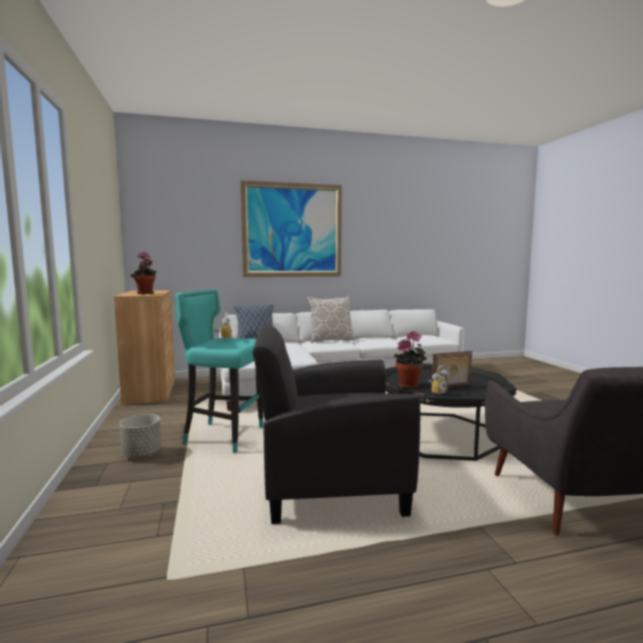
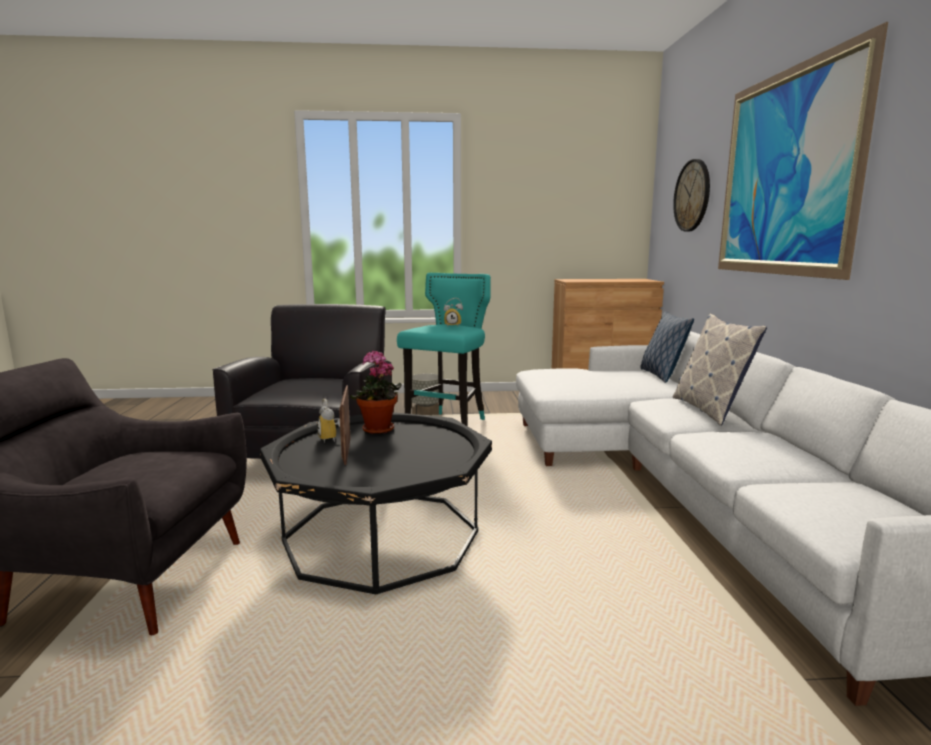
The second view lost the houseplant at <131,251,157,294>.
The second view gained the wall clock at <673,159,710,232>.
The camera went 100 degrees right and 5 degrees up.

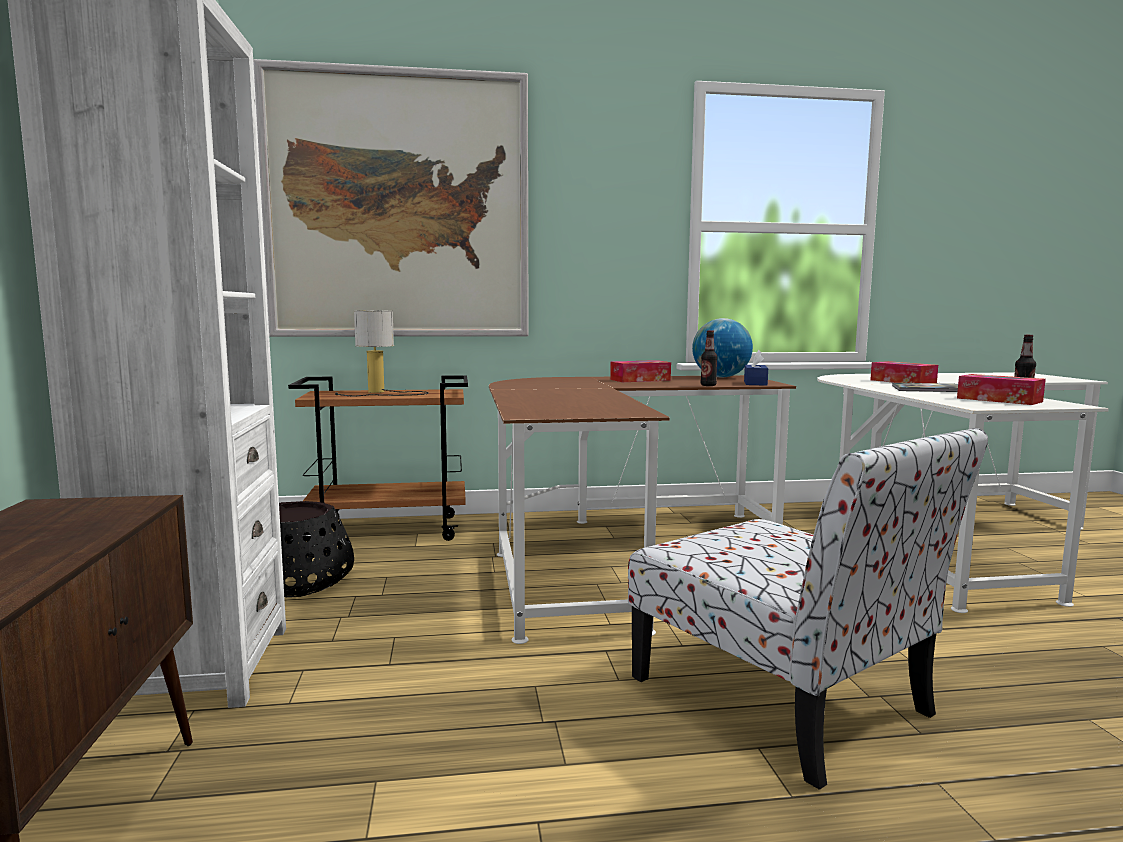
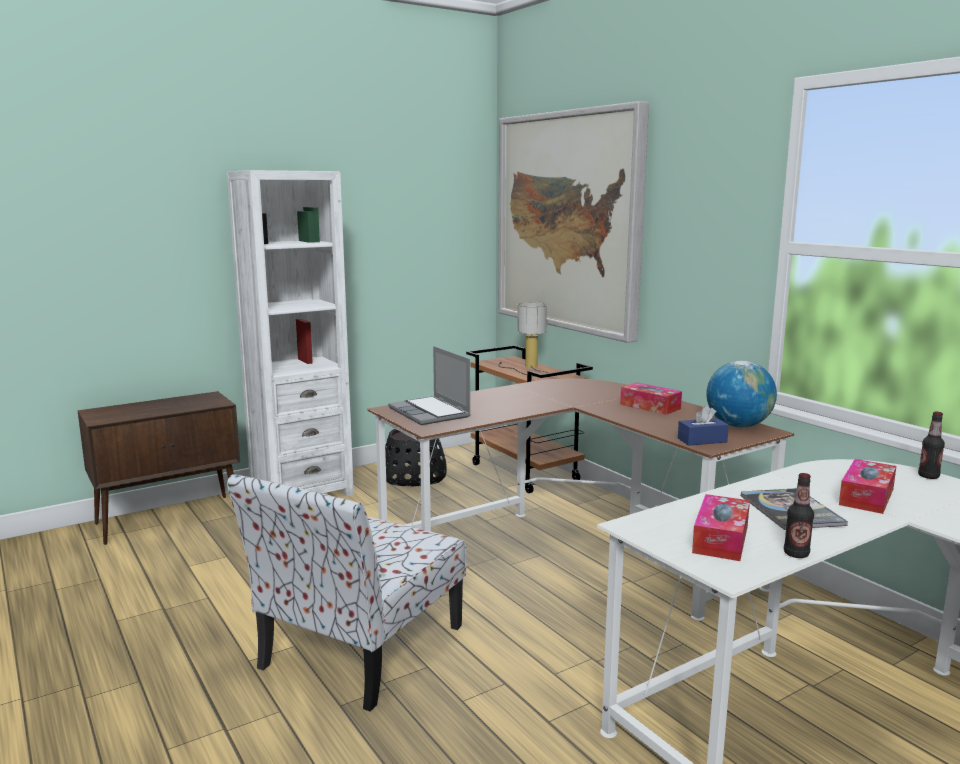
The bottle ended up elsewhere, having gone from <700,330,718,386> to <918,412,945,479>.
The second view gained the portable computer at <388,346,471,425>.
The camera went 65 degrees right and 5 degrees up.

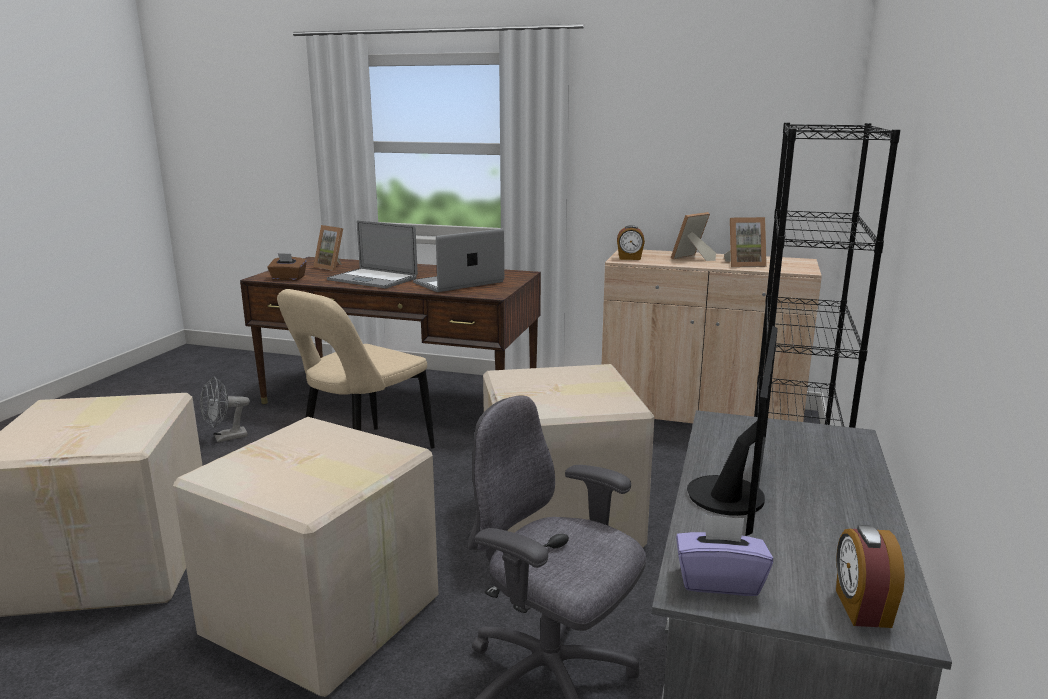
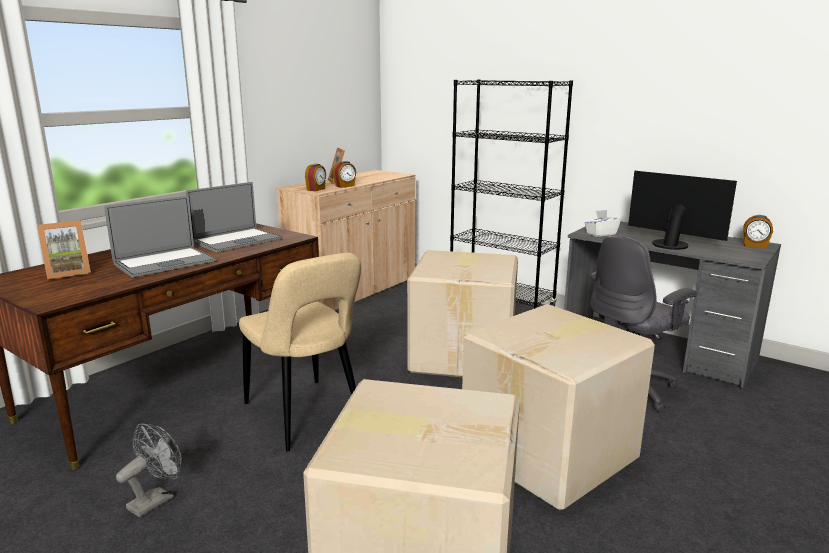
The grey cooling fan at <200,377,250,442> ended up facing another way, 135 degrees counterclockwise from before.
The second view lost the brown box of tissues at <267,253,307,280>.
The portable computer at <413,229,504,292> ended up facing another way, 120 degrees counterclockwise from before.
The second view lost the purple-coloured box of tissues at <676,514,773,596>.
The second view lost the photo frame at <724,217,767,268>.
The second view gained the alarm clock at <333,161,356,188>.
The second view gained the white-coloured box of tissues at <584,210,621,237>.
The camera went 70 degrees left and 0 degrees up.

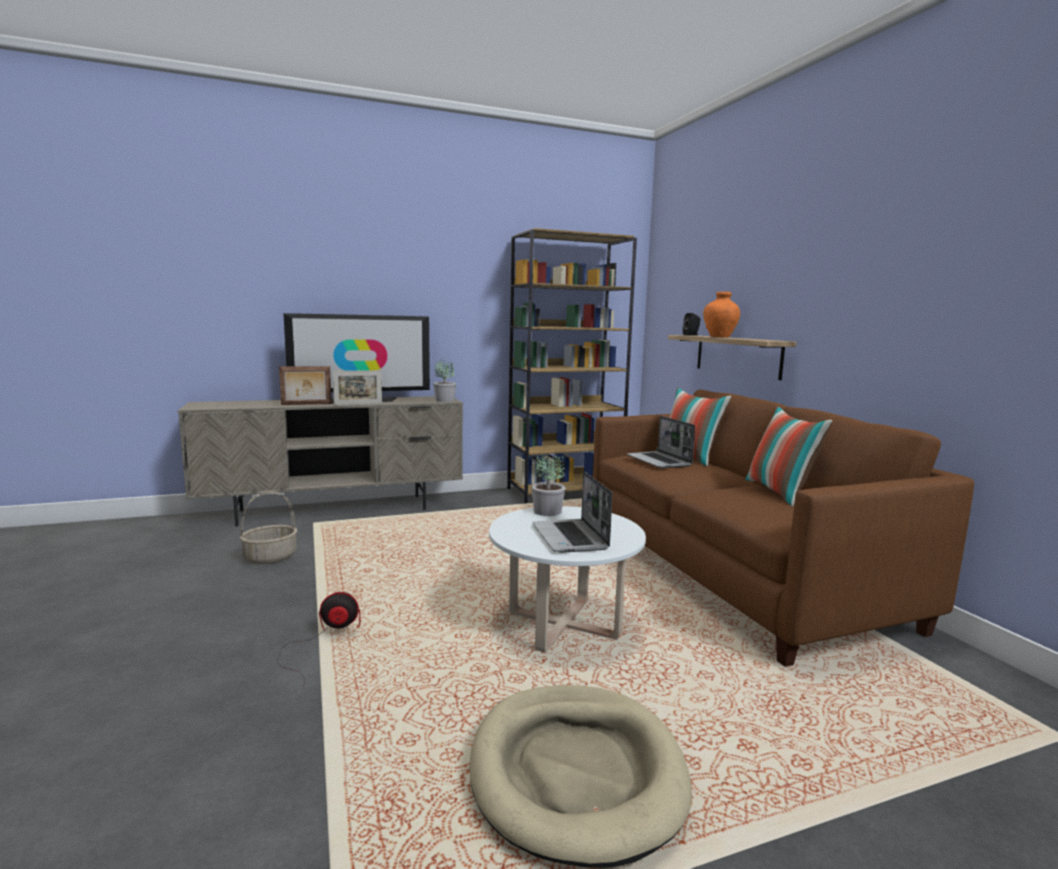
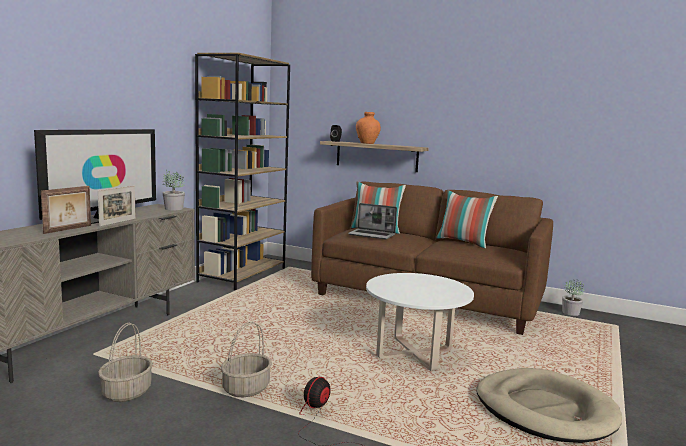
The houseplant ended up elsewhere, having gone from <531,454,565,516> to <562,280,584,316>.
The second view lost the portable computer at <532,471,612,553>.
The second view gained the household basket at <221,322,272,397>.
The camera went 45 degrees left and 0 degrees up.

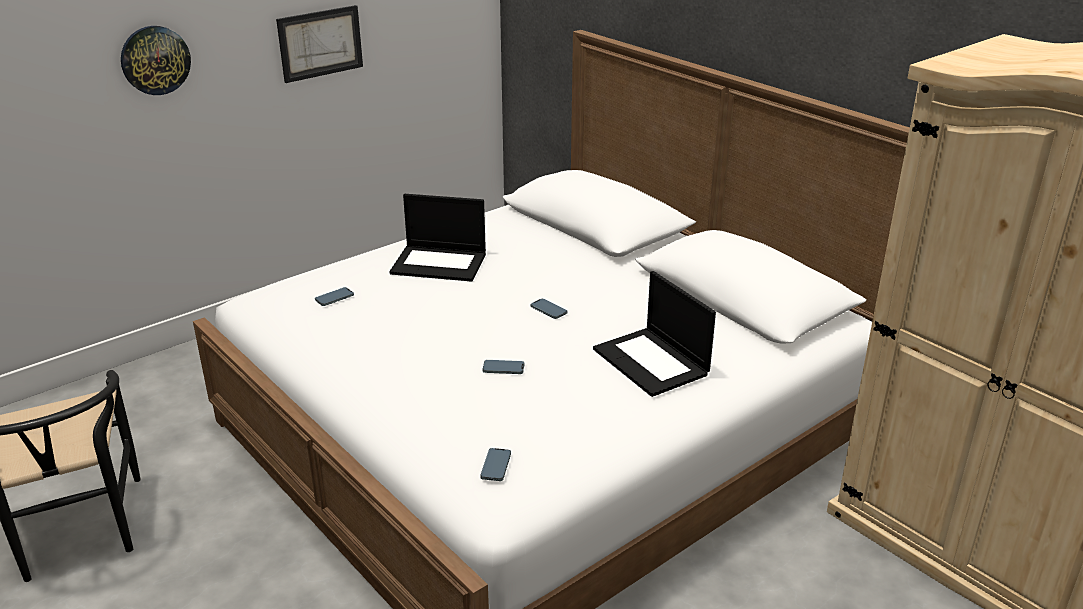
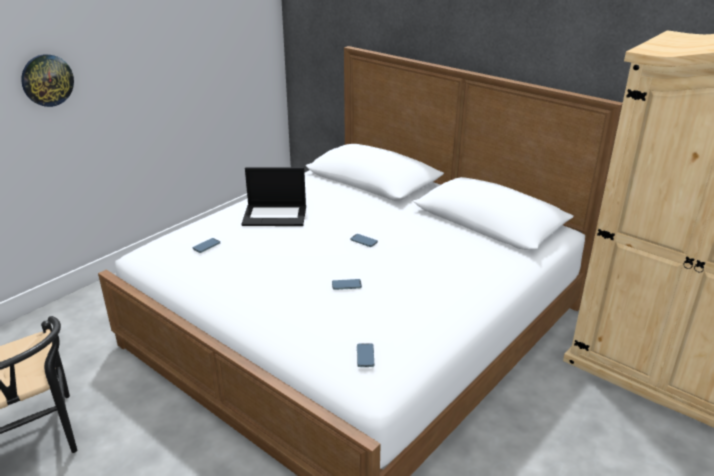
The second view lost the picture at <276,5,363,83>.
The second view lost the portable computer at <593,271,716,397>.
The camera went 10 degrees left and 0 degrees up.

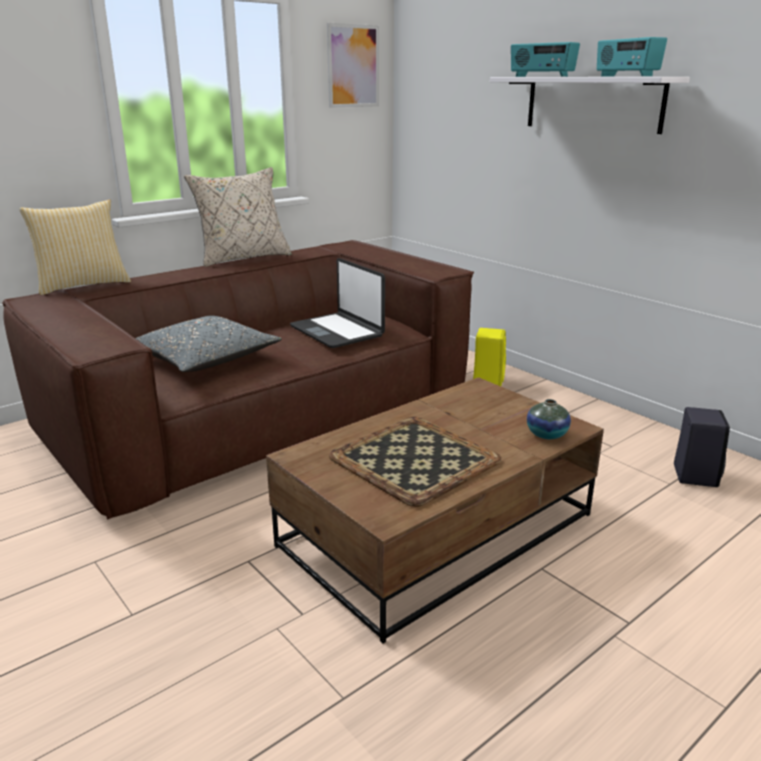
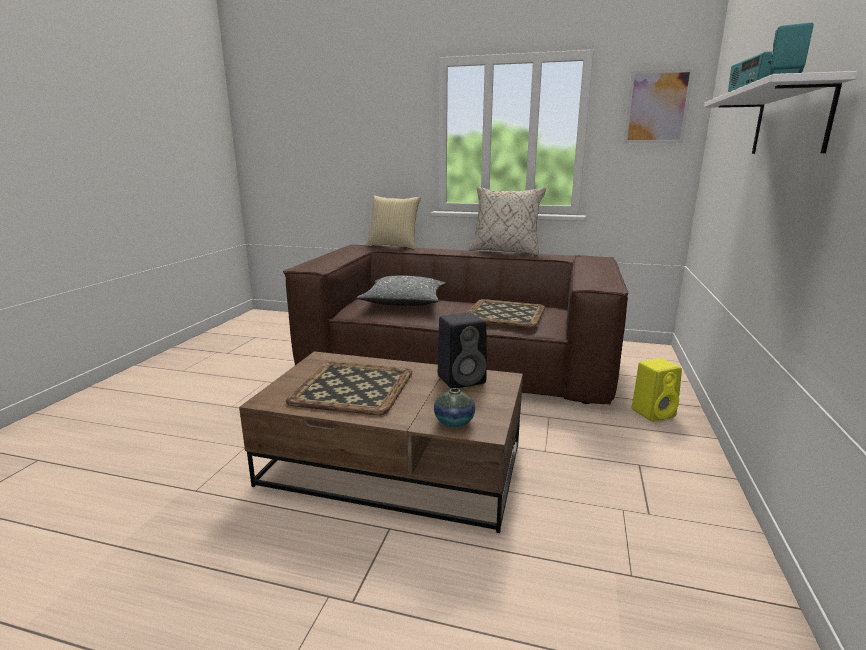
Where the portable computer stood at <290,258,385,348>, the tray came to stand at <466,299,545,328>.
The black loudspeaker ended up elsewhere, having gone from <674,407,730,487> to <438,312,487,388>.
The camera went 55 degrees right and 5 degrees down.

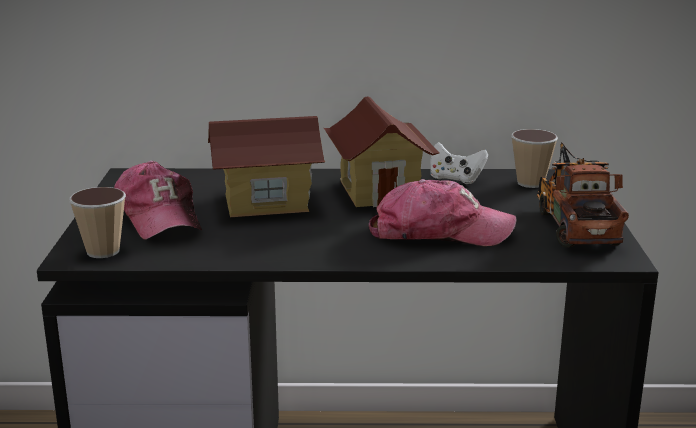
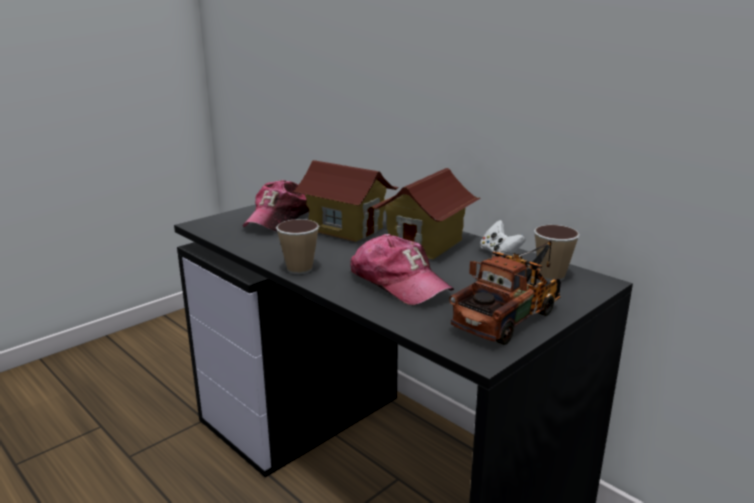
The drinking cup ended up elsewhere, having gone from <69,187,126,258> to <276,219,319,274>.
The camera went 45 degrees right and 0 degrees up.

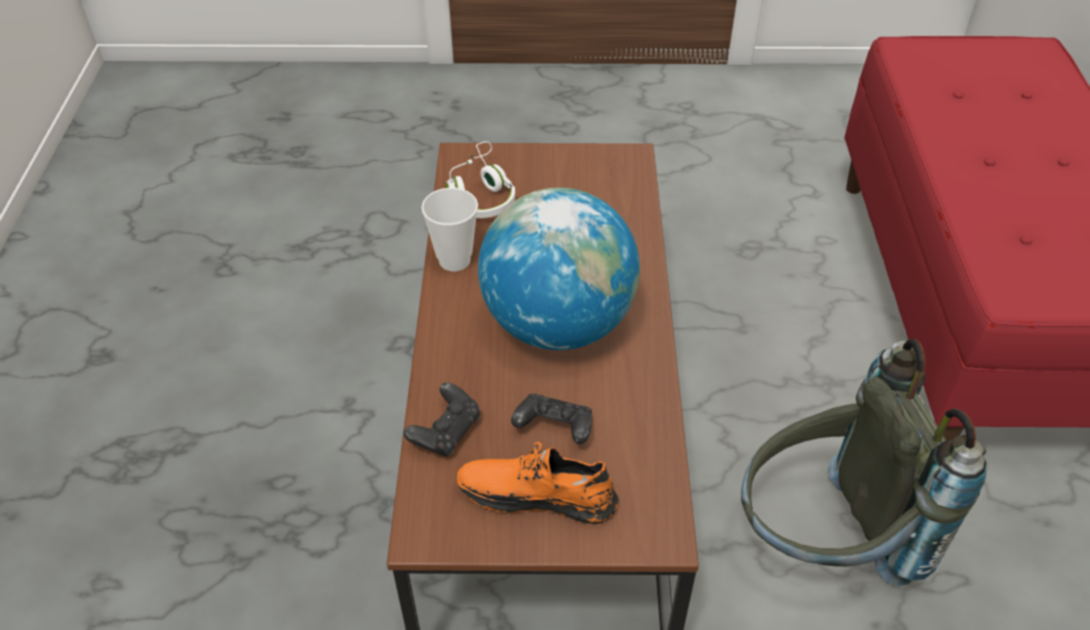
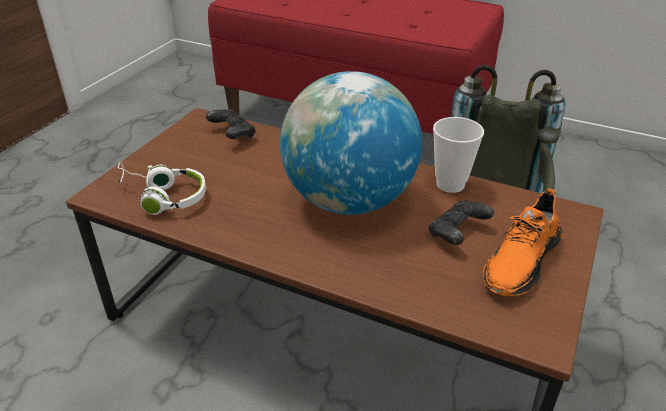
The black game controller ended up elsewhere, having gone from <404,382,480,457> to <206,109,256,139>.
The drinking cup ended up elsewhere, having gone from <421,188,478,271> to <433,117,484,193>.
The camera went 65 degrees left and 10 degrees down.

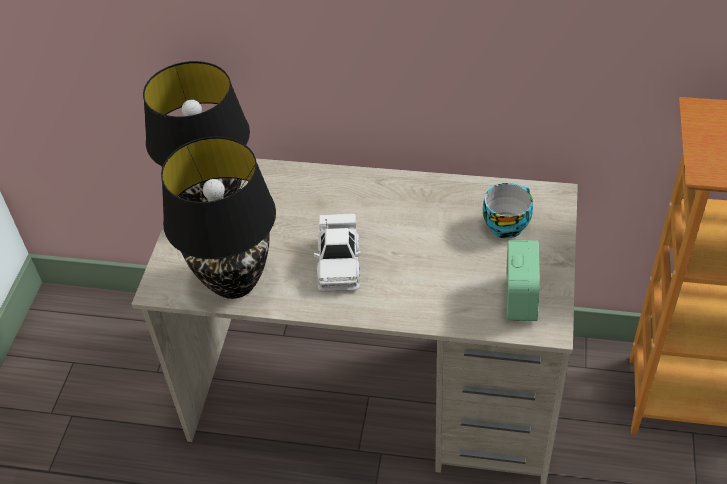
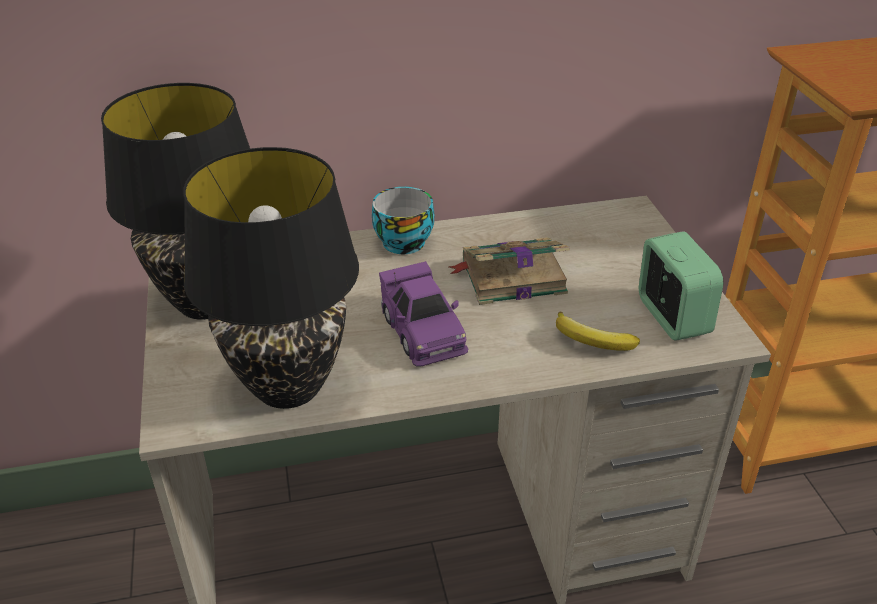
What was the white-coloured model car at <314,214,361,291> turned into the purple-coloured model car at <379,261,468,367>.
The drinking cup ended up elsewhere, having gone from <483,183,533,239> to <372,187,434,254>.
The second view gained the bound book at <448,237,570,305>.
The second view gained the banana fruit at <556,312,640,351>.
The camera went 25 degrees left and 10 degrees down.

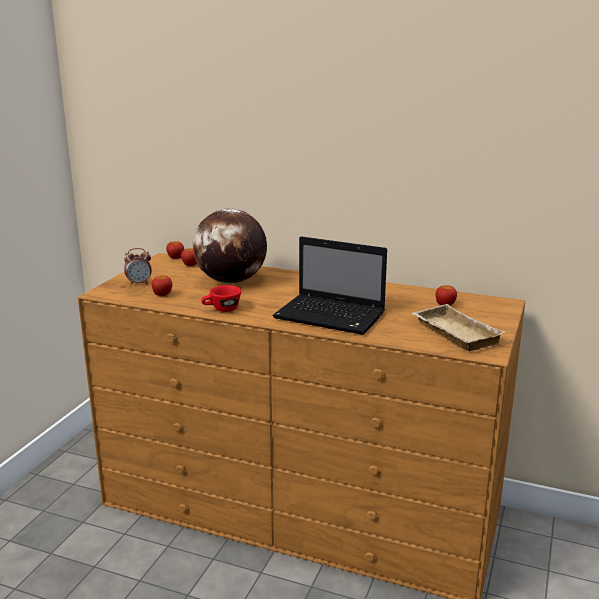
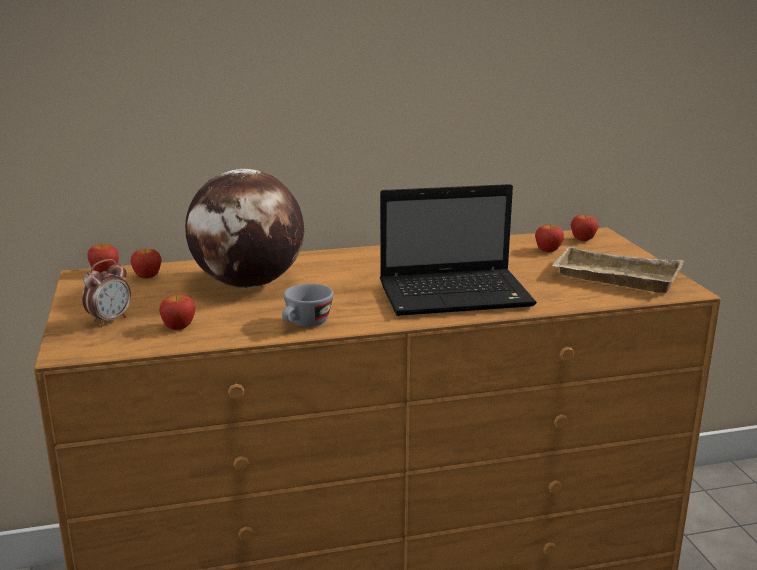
What was the red-coloured drinking cup at <201,285,241,312> turned into the grey drinking cup at <282,284,334,327>.
The second view gained the apple at <571,215,599,241>.
The camera went 35 degrees left and 0 degrees up.

